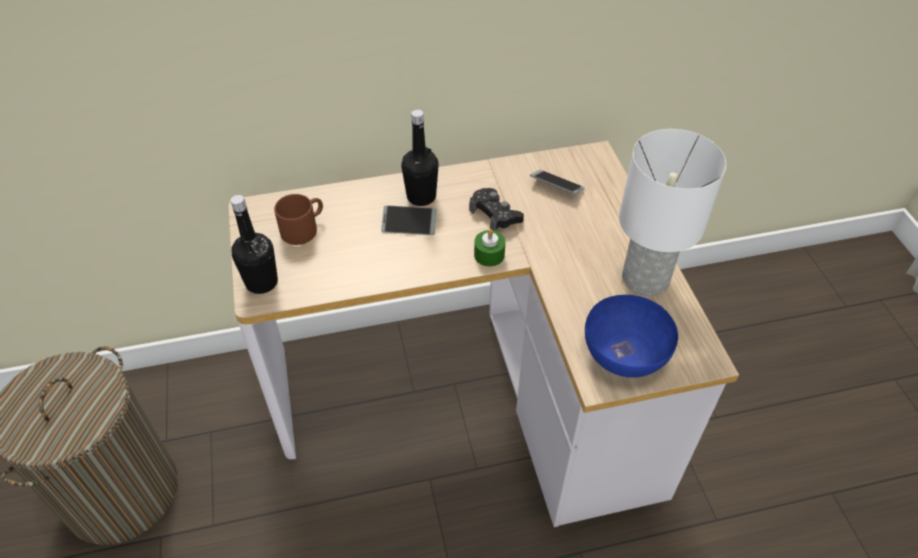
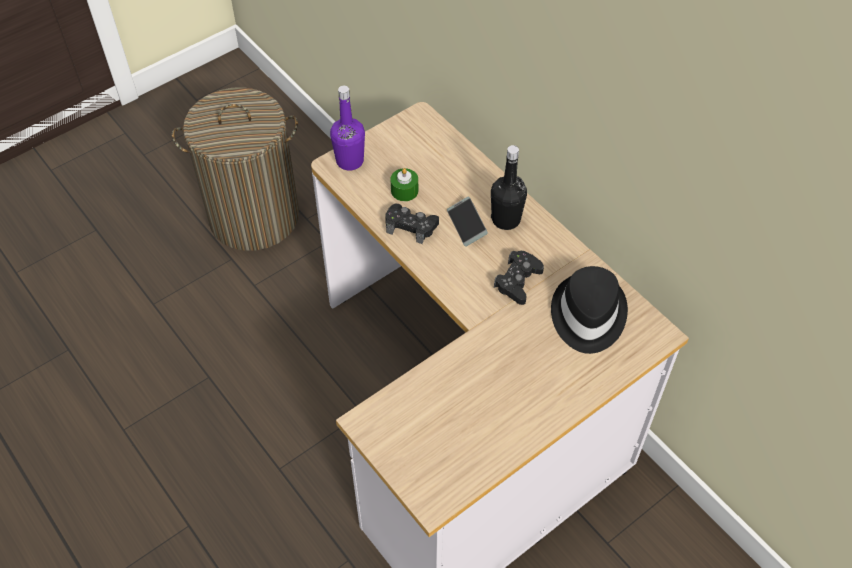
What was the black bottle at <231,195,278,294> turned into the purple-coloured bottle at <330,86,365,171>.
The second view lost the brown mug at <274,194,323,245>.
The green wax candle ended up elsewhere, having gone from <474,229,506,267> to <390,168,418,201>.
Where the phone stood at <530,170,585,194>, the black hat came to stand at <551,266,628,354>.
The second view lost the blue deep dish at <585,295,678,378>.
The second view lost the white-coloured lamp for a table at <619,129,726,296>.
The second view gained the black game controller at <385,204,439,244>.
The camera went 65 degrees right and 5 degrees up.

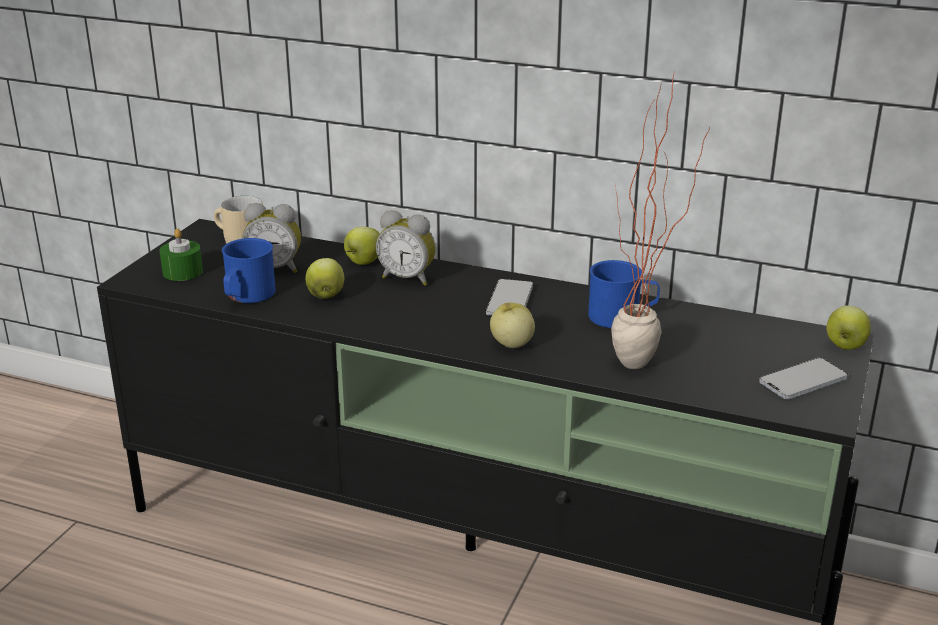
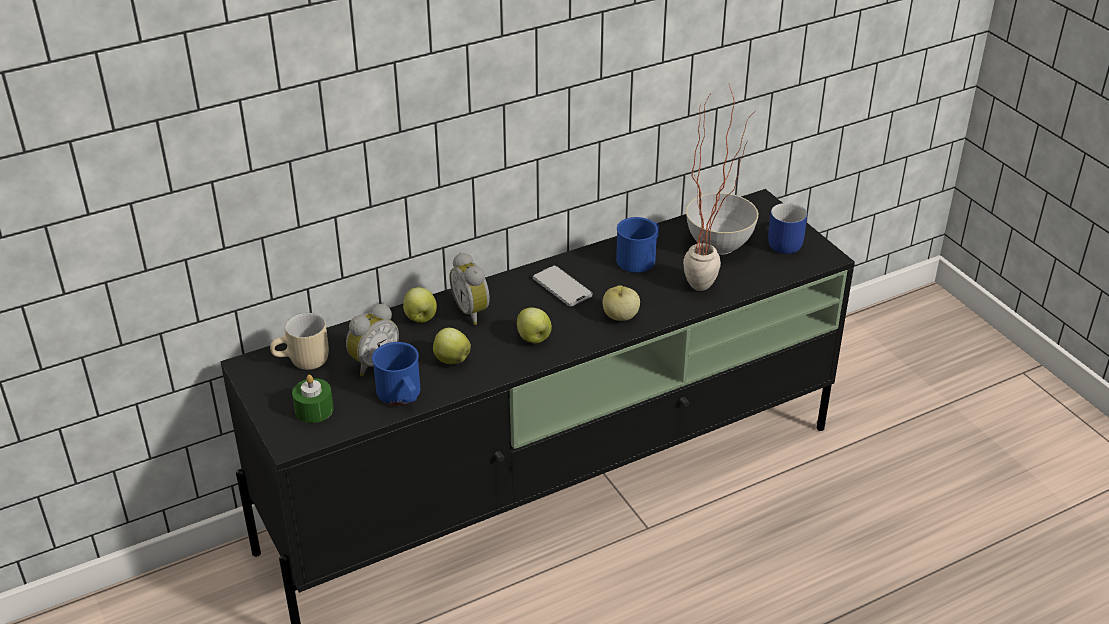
The alarm clock at <376,210,436,286> ended up facing another way, 90 degrees clockwise from before.
Where the phone stood at <759,358,848,400>, the blue mug came to stand at <768,203,807,254>.
The apple ended up elsewhere, having gone from <826,305,871,350> to <517,307,552,343>.
The second view gained the grey deep dish at <686,193,758,255>.
The camera went 50 degrees left and 10 degrees up.

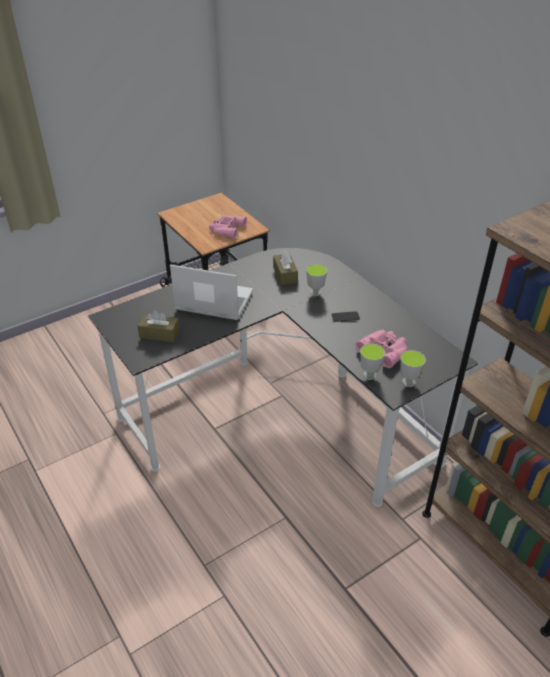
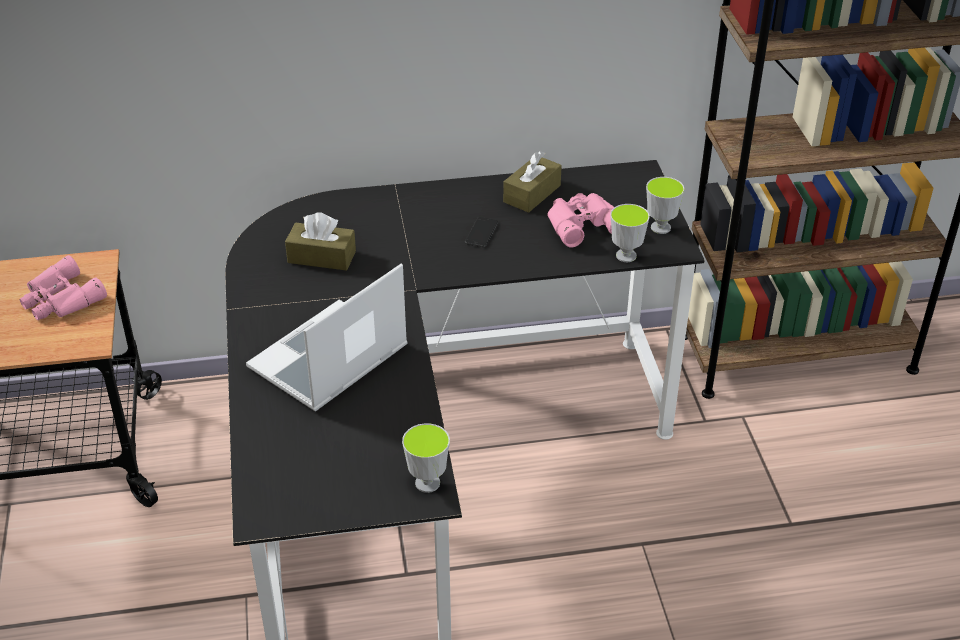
The brown box of tissues ended up elsewhere, having gone from <137,310,180,342> to <503,151,562,213>.
The drinking cup ended up elsewhere, having gone from <306,264,328,296> to <402,423,450,493>.
The camera went 65 degrees left and 0 degrees up.

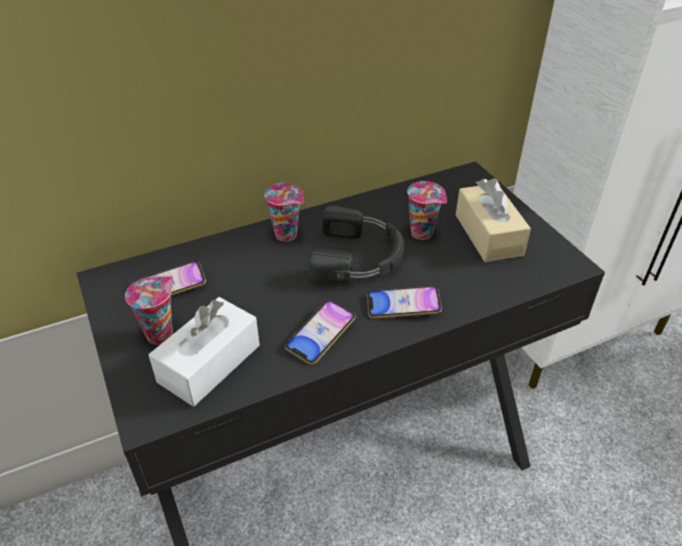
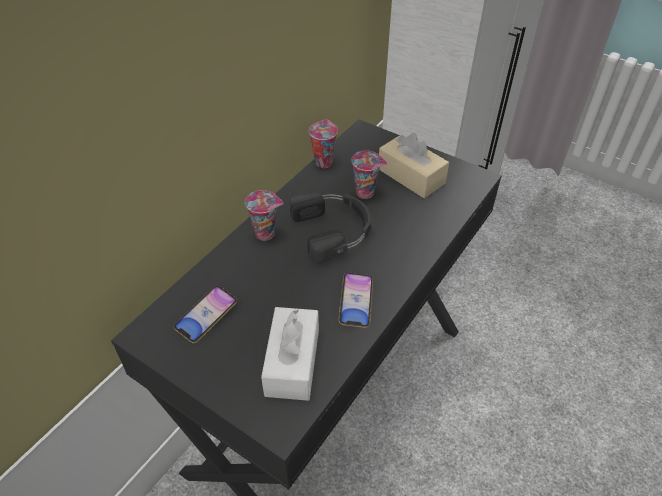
The drinking cup ended up elsewhere, having gone from <125,276,173,345> to <309,120,338,168>.
The second view lost the phone at <367,286,442,318>.
The camera went 30 degrees left and 5 degrees up.

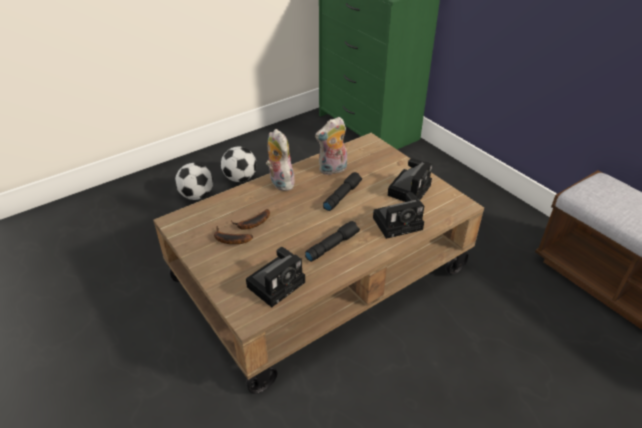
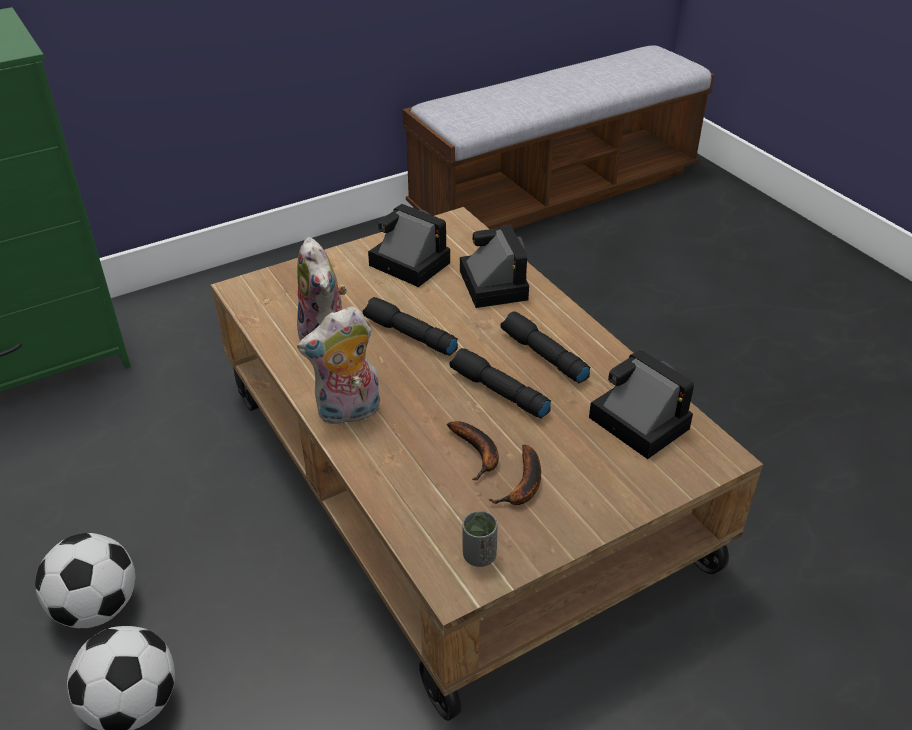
The second view gained the black torch at <449,348,551,419>.
The second view gained the grey drinking cup at <462,511,497,567>.
The camera went 85 degrees left and 0 degrees up.

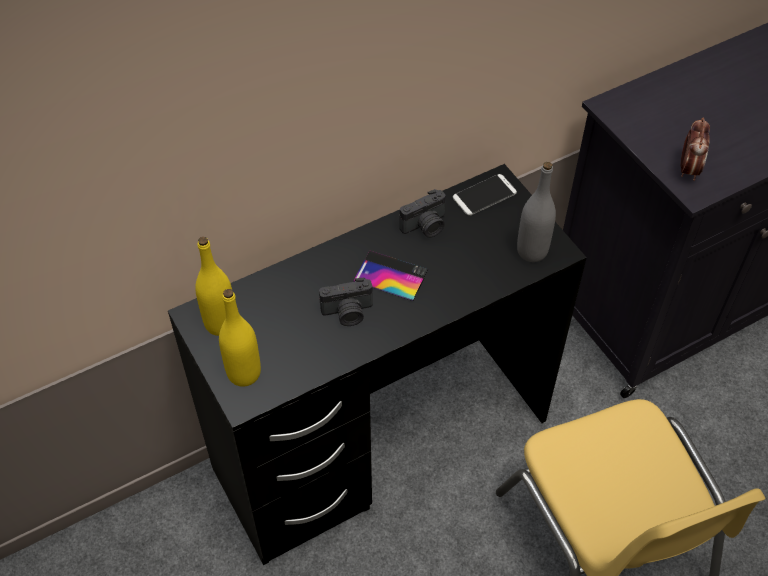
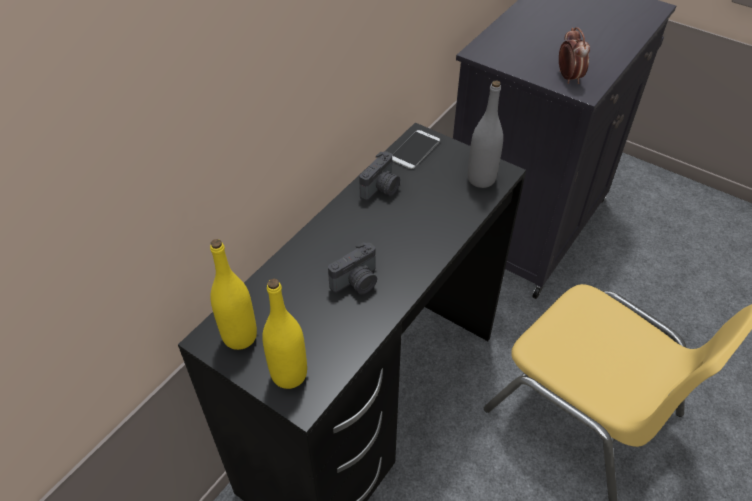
The second view lost the phone at <353,251,428,301>.
The camera went 25 degrees left and 5 degrees down.

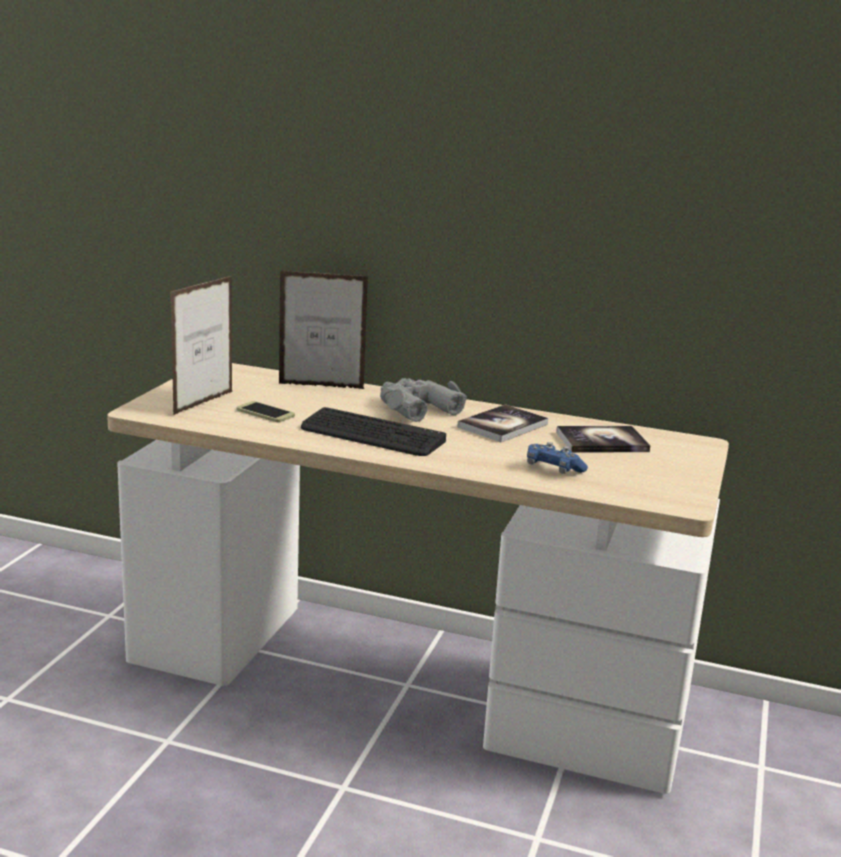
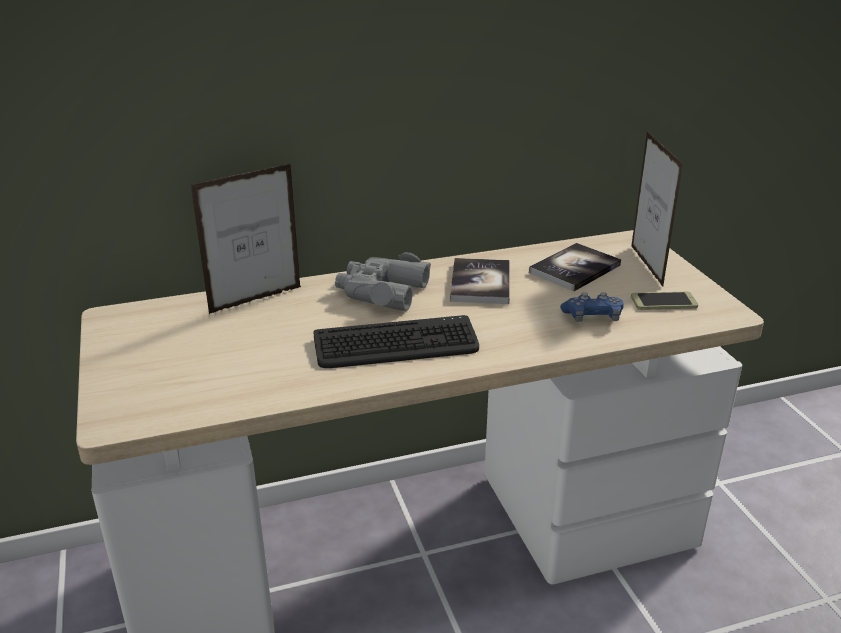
The photo frame ended up elsewhere, having gone from <170,276,233,415> to <631,131,683,287>.
The phone ended up elsewhere, having gone from <237,401,295,423> to <631,292,698,310>.
The camera went 35 degrees left and 10 degrees up.

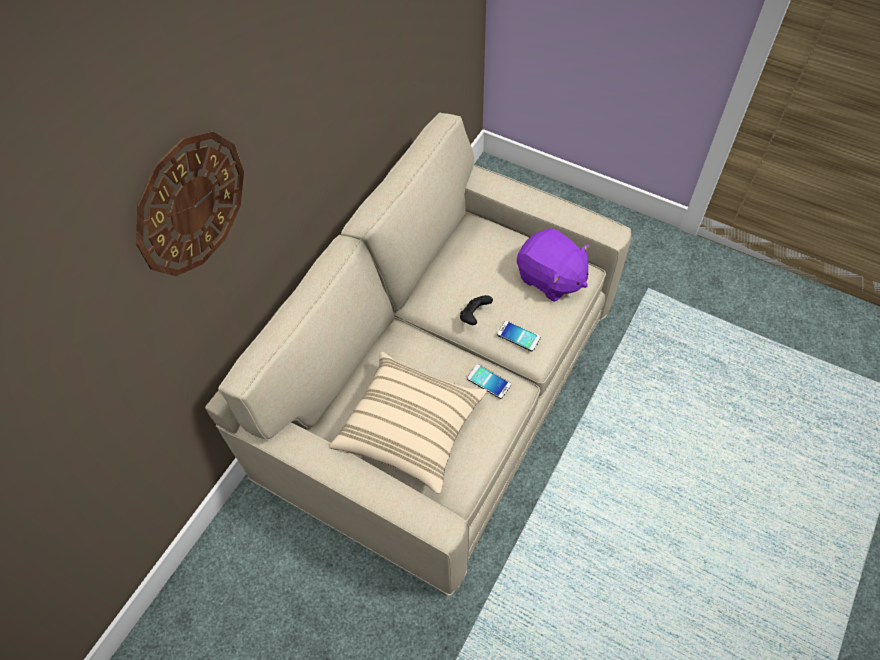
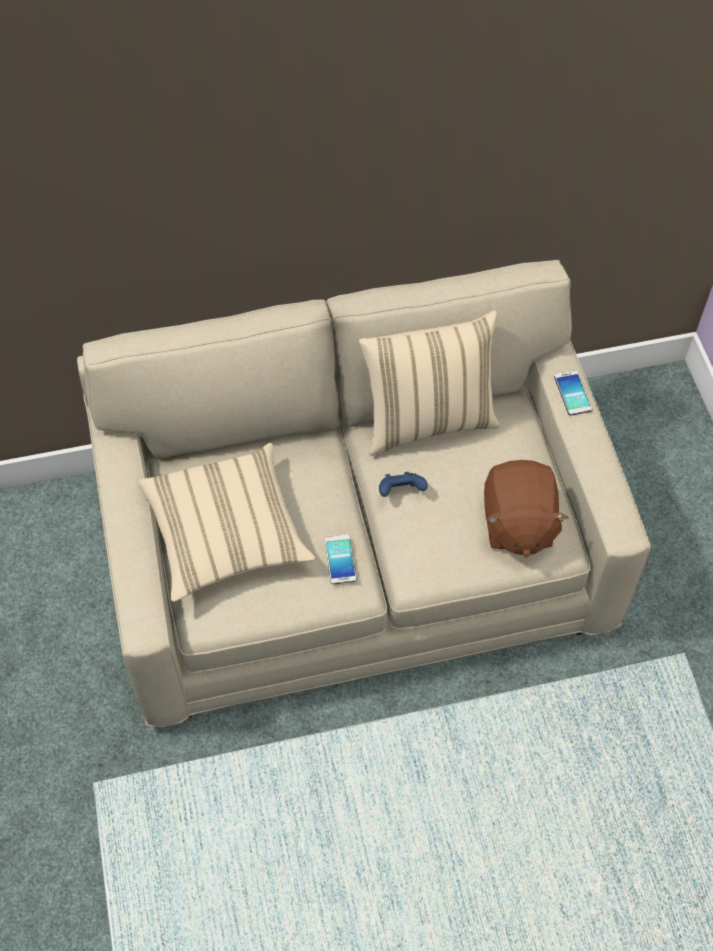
The second view lost the wall clock at <136,131,244,276>.
What was the black game controller at <460,295,493,325> turned into the blue game controller at <379,472,428,497>.
The phone ended up elsewhere, having gone from <497,321,541,352> to <554,370,592,415>.
What was the purple-coloured cuddly toy at <517,228,590,302> turned into the brown cuddly toy at <484,460,569,558>.
The second view gained the sand-coloured pillow at <359,310,501,456>.
The camera went 45 degrees right and 0 degrees up.

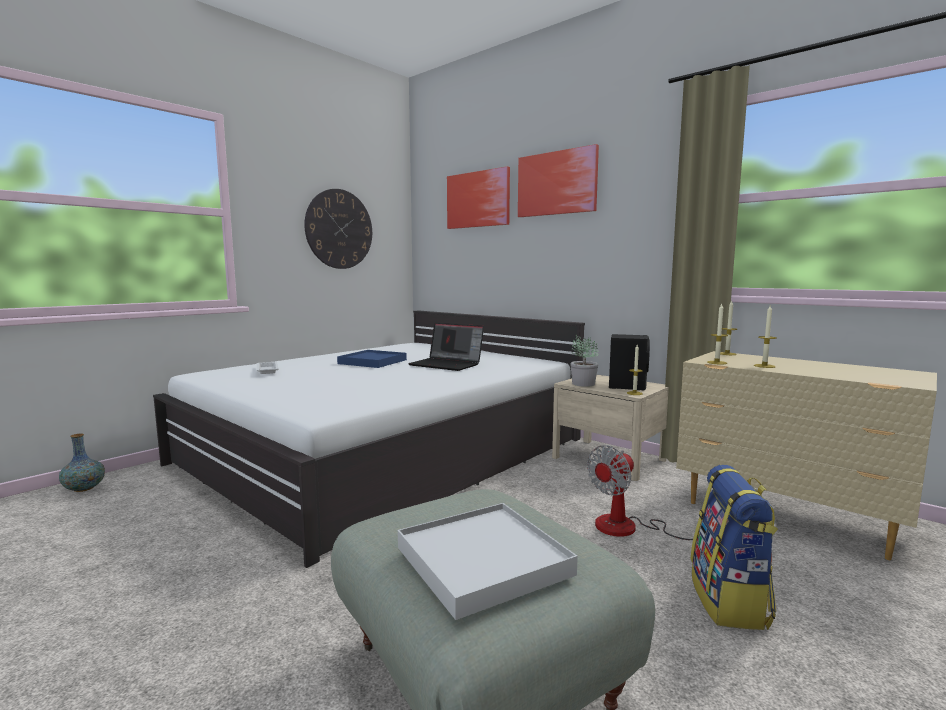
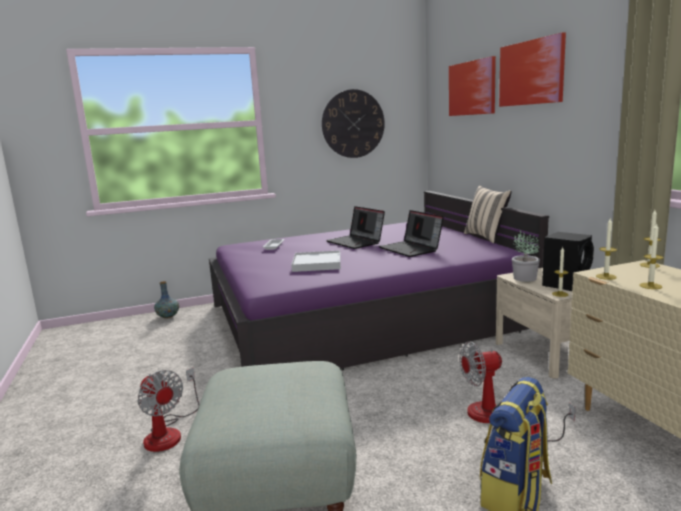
What was the white-coloured bed at <153,310,585,568> turned into the purple-coloured bed at <209,191,549,370>.
Where the blue tray stood at <337,350,407,368>, the portable computer came to stand at <326,206,385,249>.
The white-coloured tray ended up elsewhere, having gone from <398,503,578,620> to <291,250,341,272>.
The second view gained the cooling fan at <137,368,200,452>.
The second view gained the sand-coloured pillow at <464,186,511,244>.
The camera went 30 degrees right and 5 degrees up.

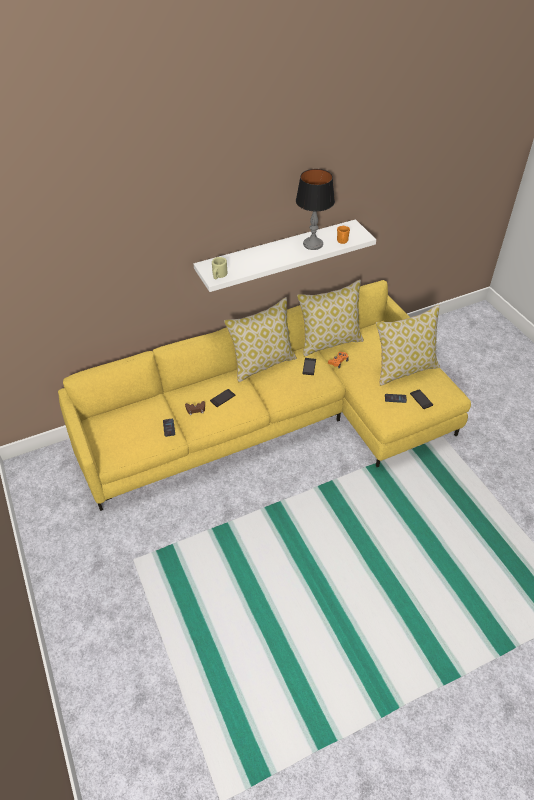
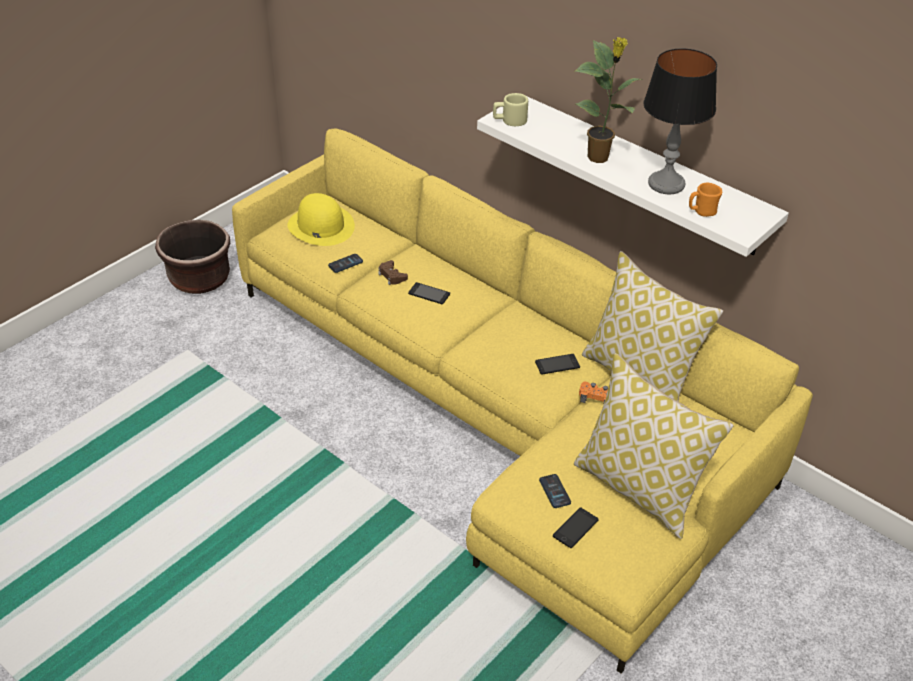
The second view lost the pillow at <224,297,297,382>.
The second view gained the brown flower pot at <155,220,230,294>.
The second view gained the yellowish hat at <288,193,355,246>.
The second view gained the houseplant at <575,37,643,163>.
The camera went 65 degrees right and 5 degrees down.

